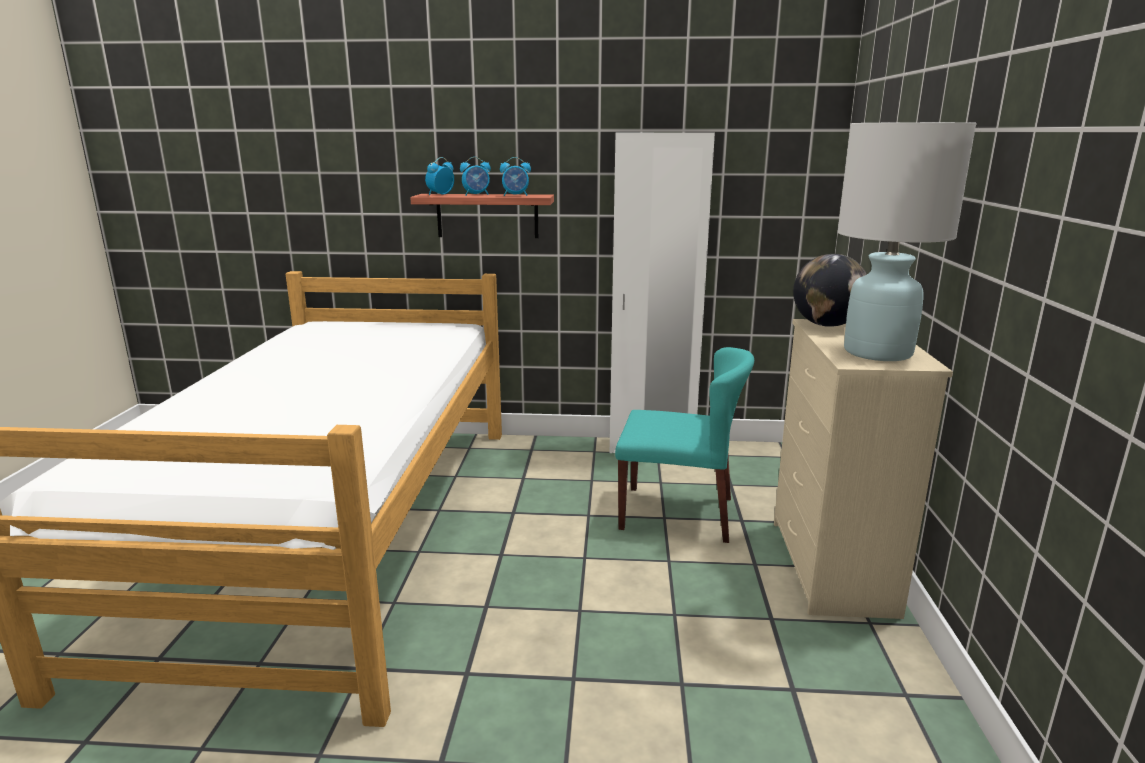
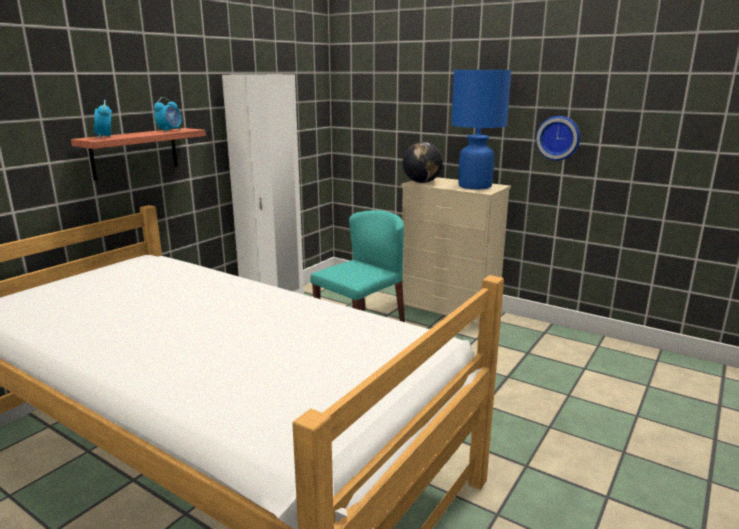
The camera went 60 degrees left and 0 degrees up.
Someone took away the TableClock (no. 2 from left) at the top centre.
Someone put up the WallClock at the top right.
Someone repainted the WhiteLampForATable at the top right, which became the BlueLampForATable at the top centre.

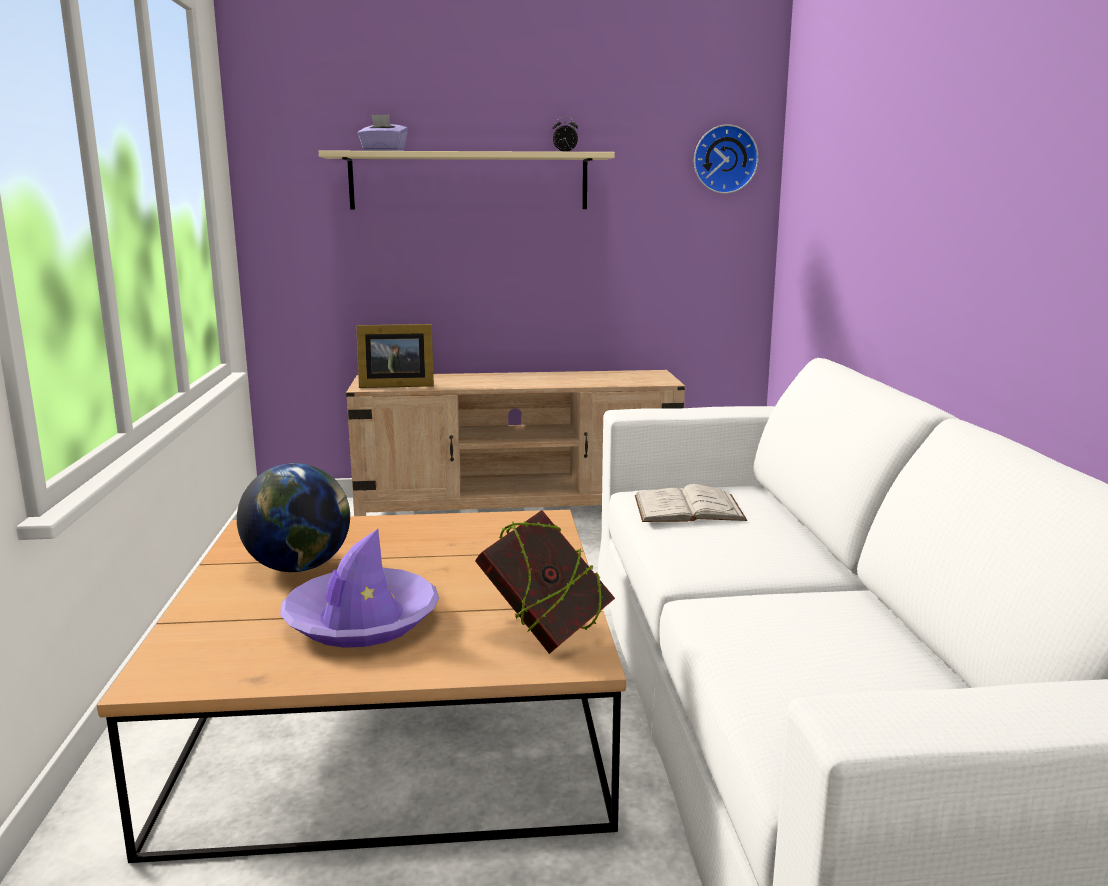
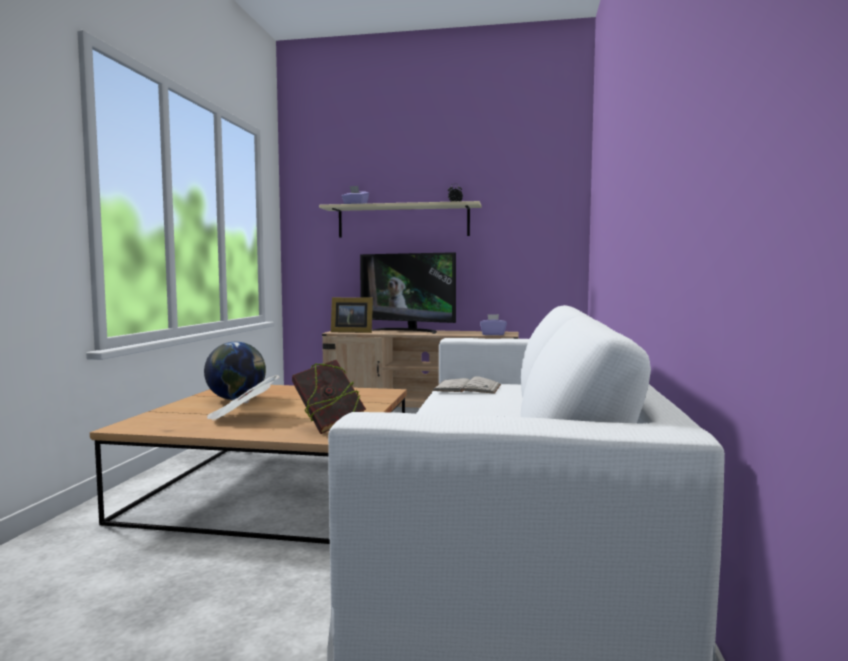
The camera went 15 degrees right and 10 degrees down.
Someone took away the WallClock at the top centre.
Someone put down the Television at the centre.
Someone put down the PurpleColouredTissueHolder (no. 2 from left) at the centre.
Someone swapped the PurpleColouredClothingHat at the middle left for the Newspaper at the middle left.

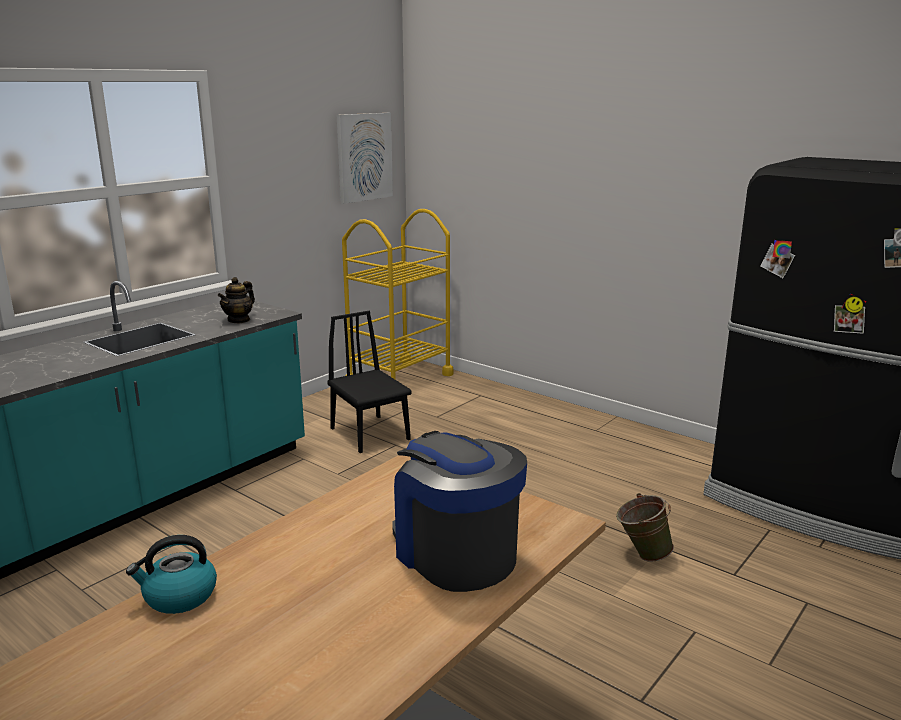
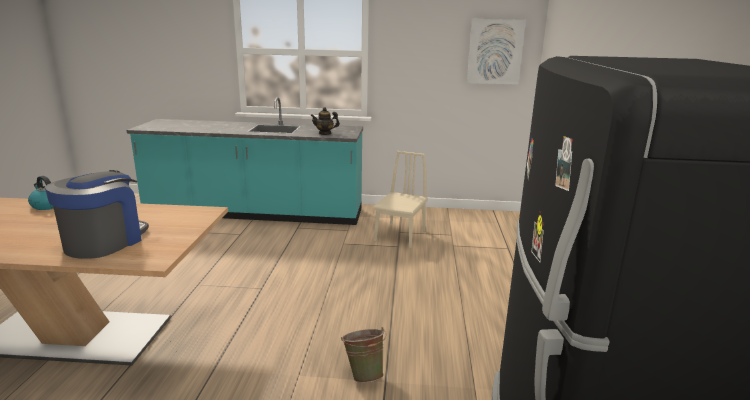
The camera went 55 degrees right and 0 degrees up.
Someone took away the YellowishCart at the centre.
Someone repainted the BlackColouredChair at the centre, which became the BeigeChair at the centre.

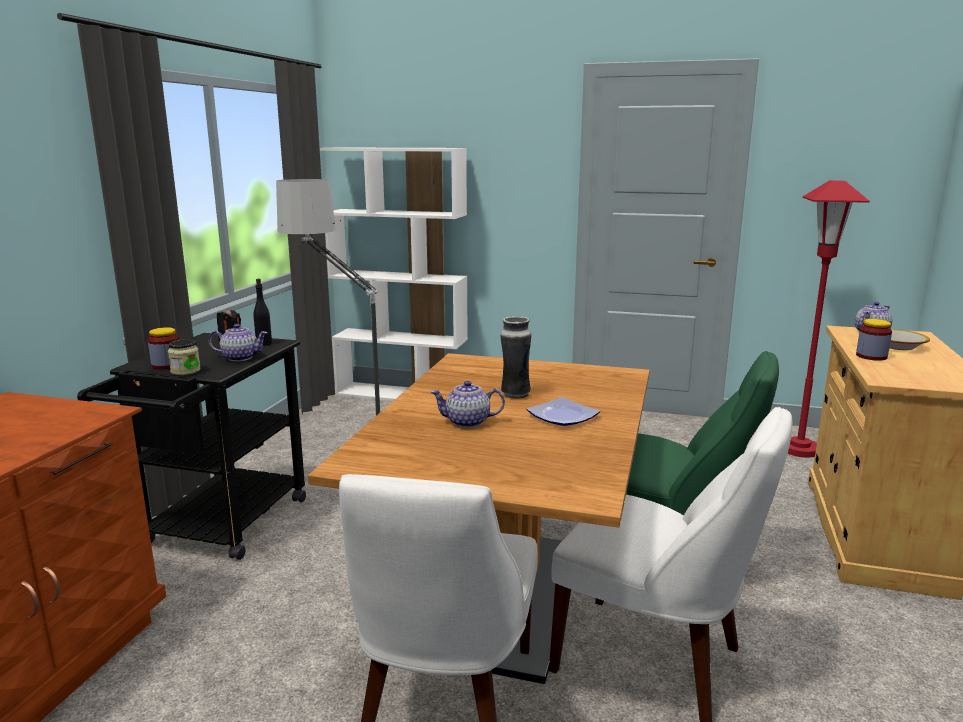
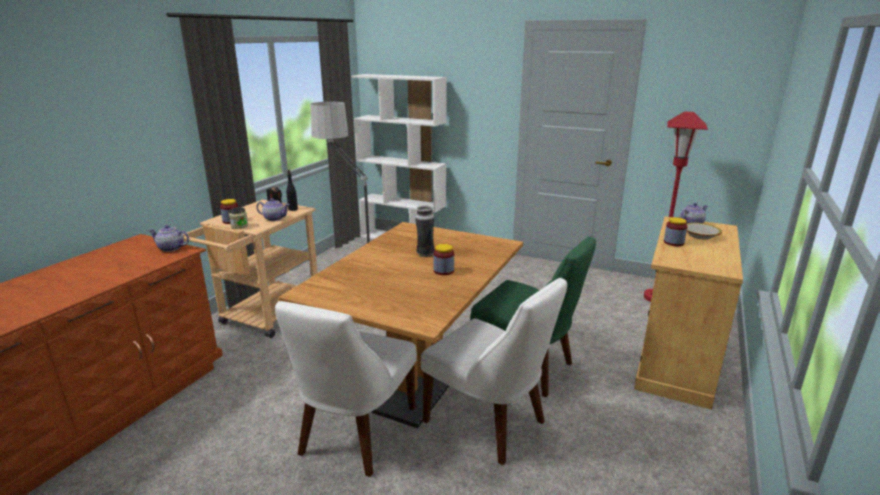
The camera went 10 degrees right and 5 degrees up.
Someone carried the TeaPot (no. 2 from left in the first image) from the centre to the middle left.
Someone swapped the DinnerPlate at the centre for the StorageJar (no. 3 from left) at the centre.
Someone repainted the BlackColouredCart at the middle left, which became the BeigeCart at the middle left.

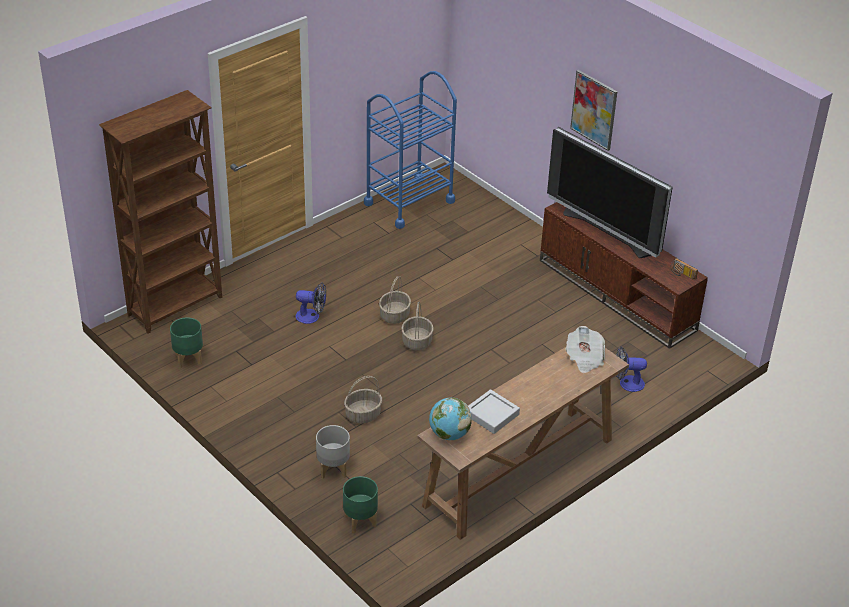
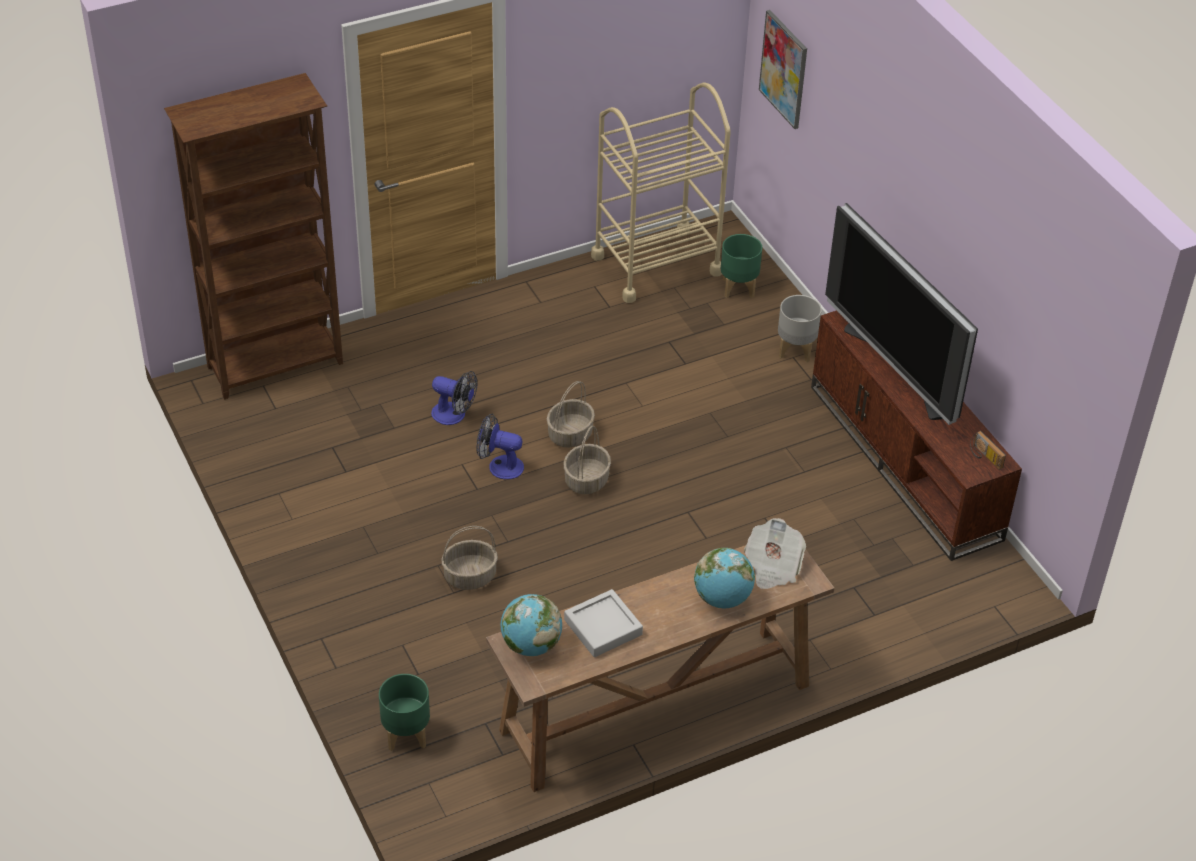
The camera went 15 degrees right and 5 degrees up.
Someone put down the WorldGlobe (no. 2 from left) at the bottom centre.
Someone carried the GreenishPlanter (no. 1 from left in the first image) from the middle left to the top centre.
Someone carried the GreyishPlanter from the bottom centre to the middle right.
Someone carried the Picture from the top right to the top centre.
Someone carried the CoolingFan (no. 2 from left) from the middle right to the centre.
Someone repainted the BlueCart at the top centre, which became the BeigeCart at the top centre.

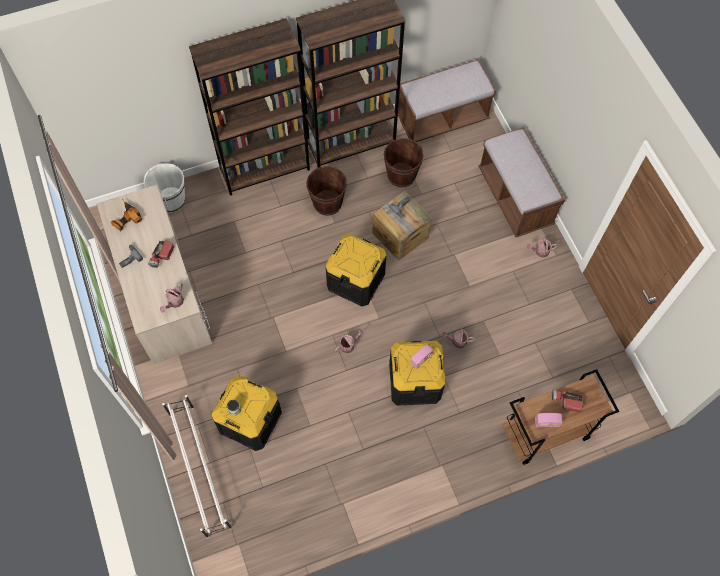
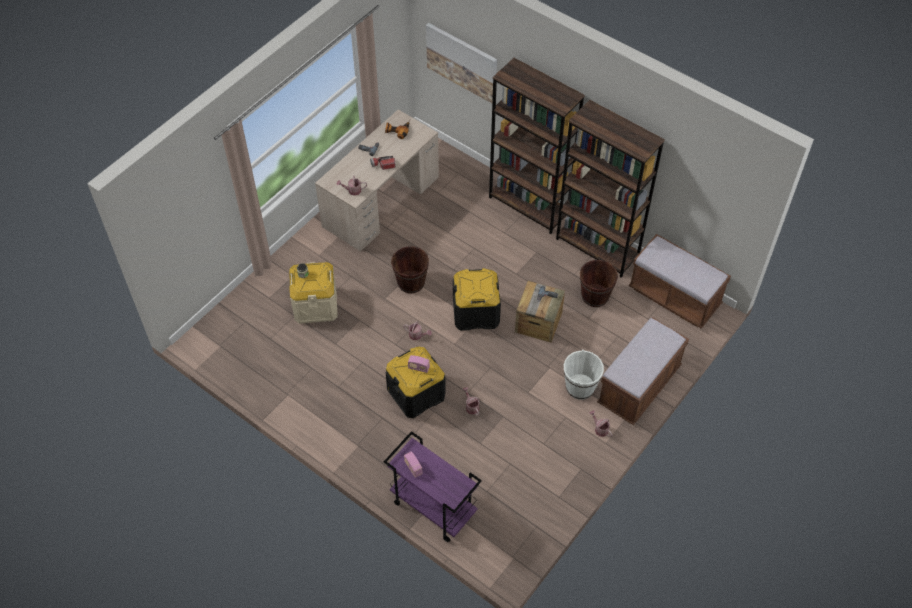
The camera went 60 degrees right and 10 degrees down.
Someone took away the WhiteShoeStand at the bottom left.
Someone took away the Flashlight (no. 2 from left) at the bottom right.
Someone put up the Picture at the top centre.
Someone carried the WhitePail from the top left to the centre.
Someone carried the BrownPail (no. 1 from left) from the top centre to the centre.
Someone repainted the BlackColouredStorageContainer (no. 1 from left) at the bottom centre, which became the BeigeStorageContainer at the centre.
Someone repainted the BrownCart at the bottom right, which became the PurpleColouredCart at the bottom centre.

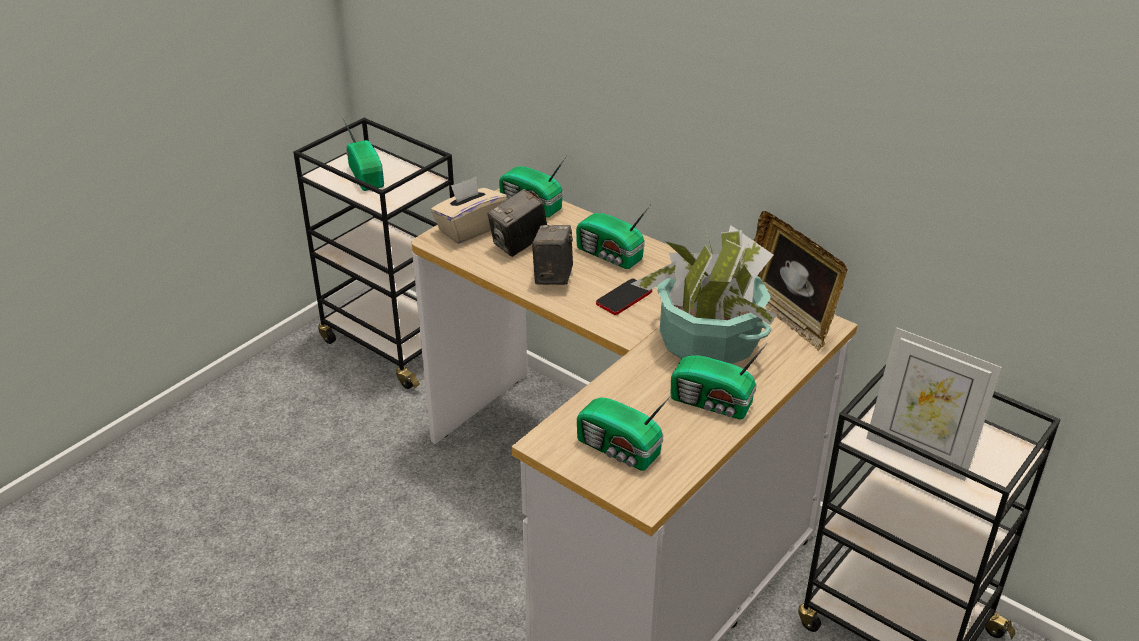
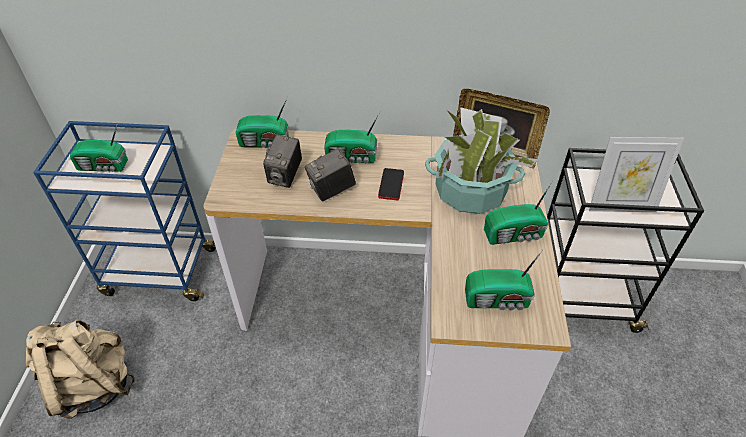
The camera went 35 degrees left and 10 degrees up.
Someone took away the BeigeTissueHolder at the top centre.
Someone put down the BeigeRucksack at the bottom left.
Someone repainted the BlackColouredCart (no. 1 from left) at the middle left, which became the BlueCart at the middle left.
Someone rotated the RadioSet (no. 1 from left) at the top left by 150 degrees clockwise.
Someone rotated the PhotoCamera (no. 2 from left) at the centre by 90 degrees counterclockwise.

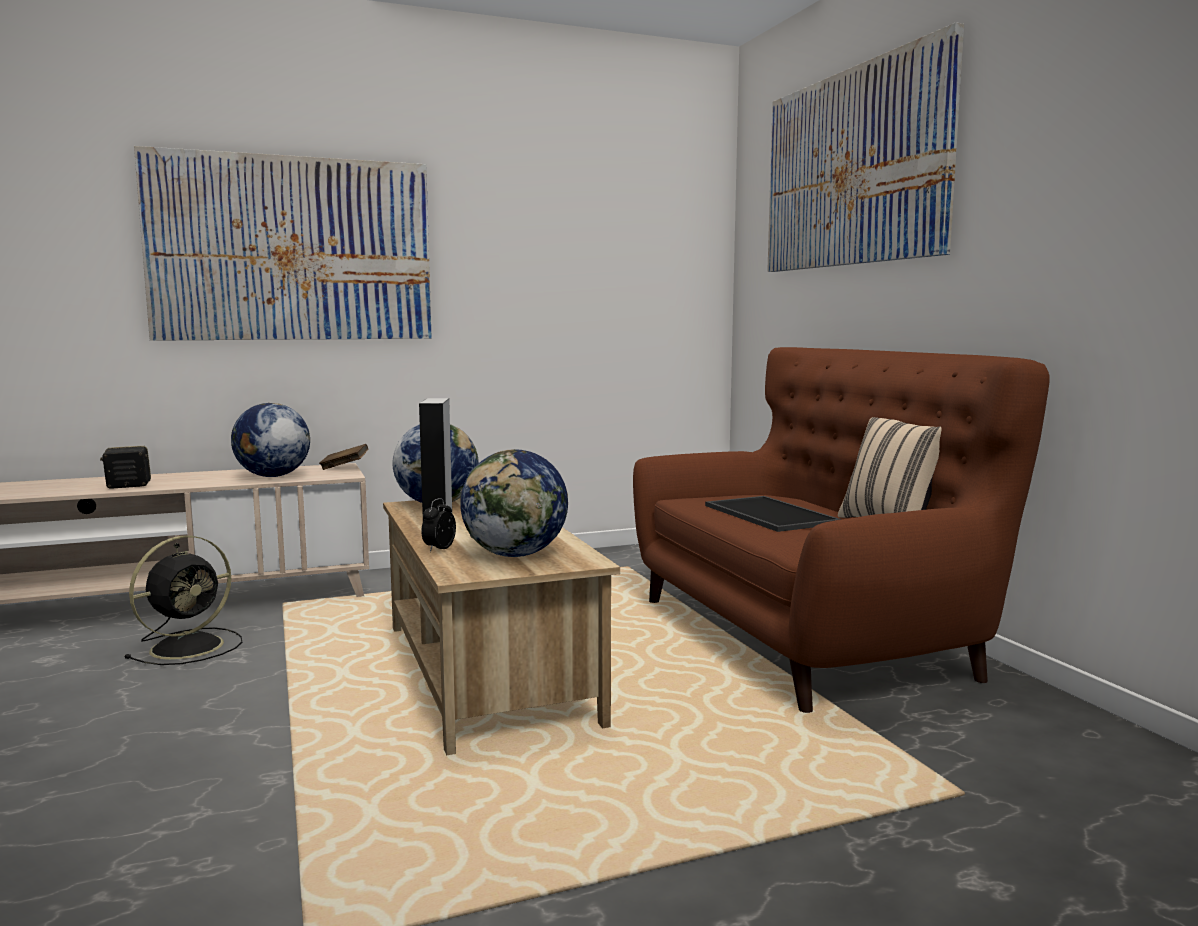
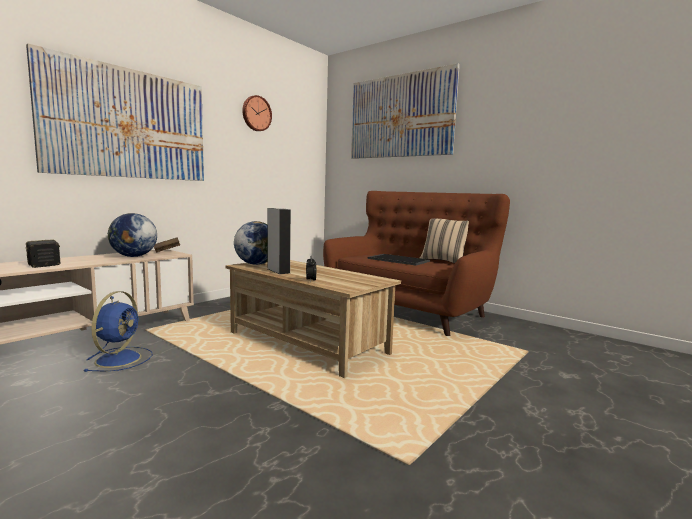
The camera went 30 degrees left and 0 degrees up.
Someone took away the WorldGlobe (no. 3 from left) at the centre.
Someone put up the WallClock at the top centre.
Someone repainted the BlackColouredCoolingFan at the middle left, which became the BlueCoolingFan at the middle left.

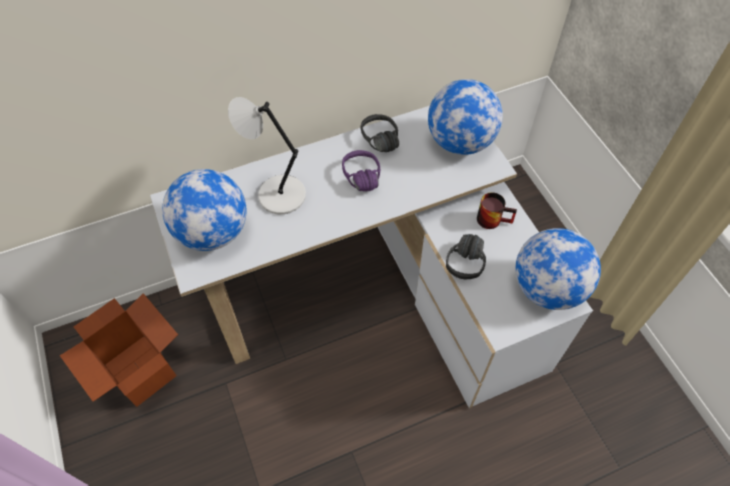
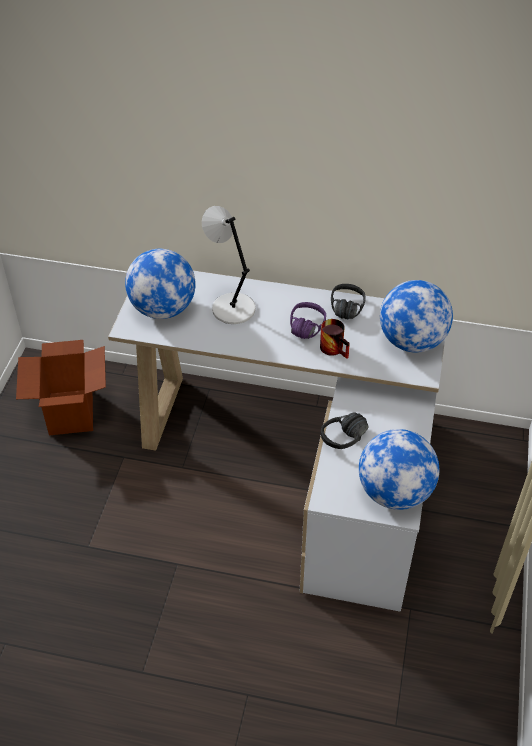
The camera went 35 degrees right and 10 degrees down.
Someone carried the CoffeeMug from the middle right to the centre.

